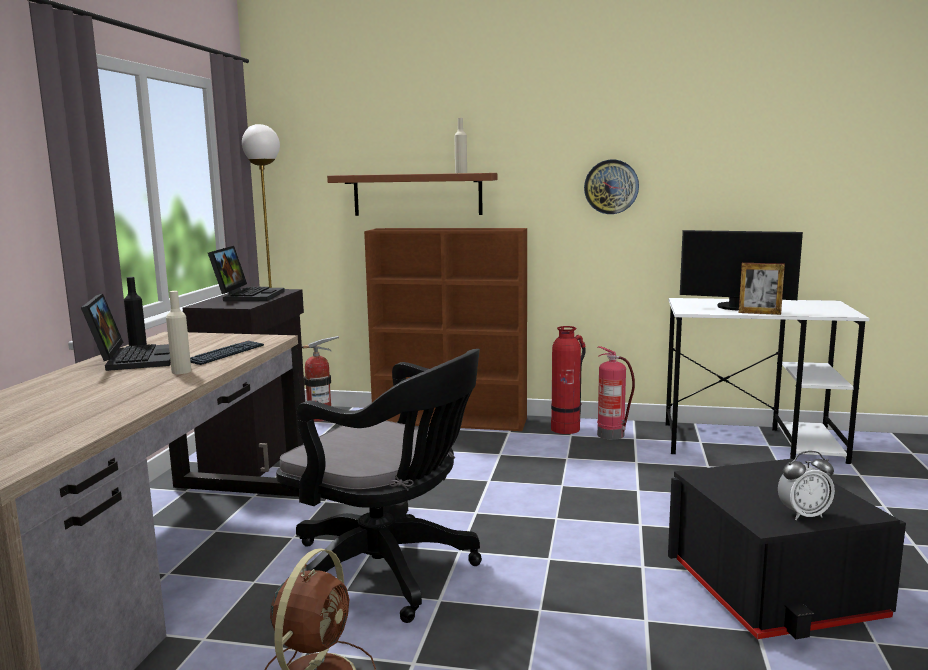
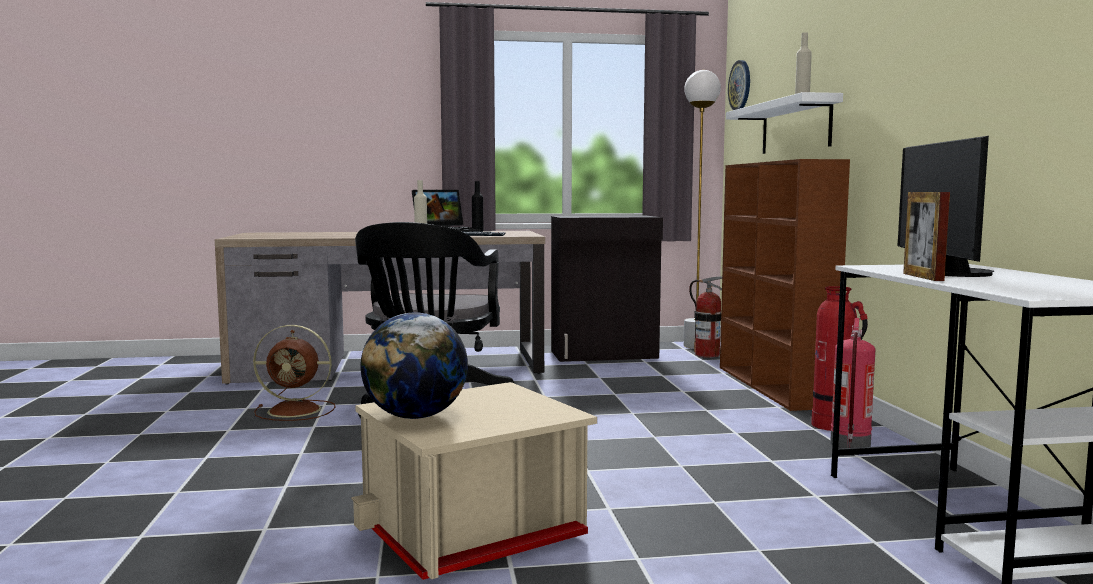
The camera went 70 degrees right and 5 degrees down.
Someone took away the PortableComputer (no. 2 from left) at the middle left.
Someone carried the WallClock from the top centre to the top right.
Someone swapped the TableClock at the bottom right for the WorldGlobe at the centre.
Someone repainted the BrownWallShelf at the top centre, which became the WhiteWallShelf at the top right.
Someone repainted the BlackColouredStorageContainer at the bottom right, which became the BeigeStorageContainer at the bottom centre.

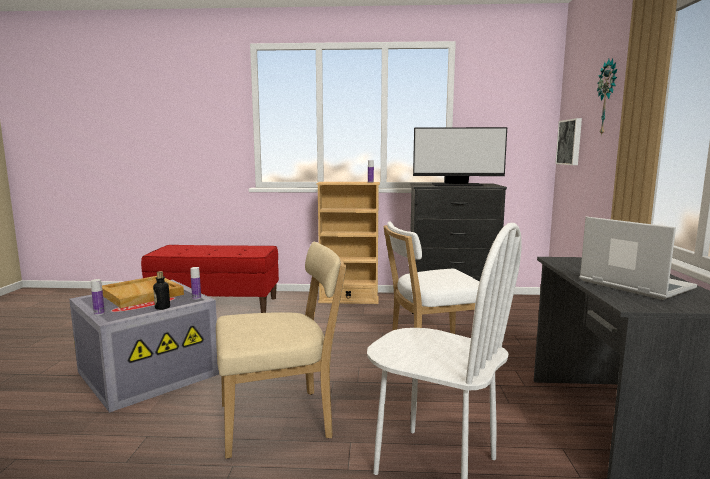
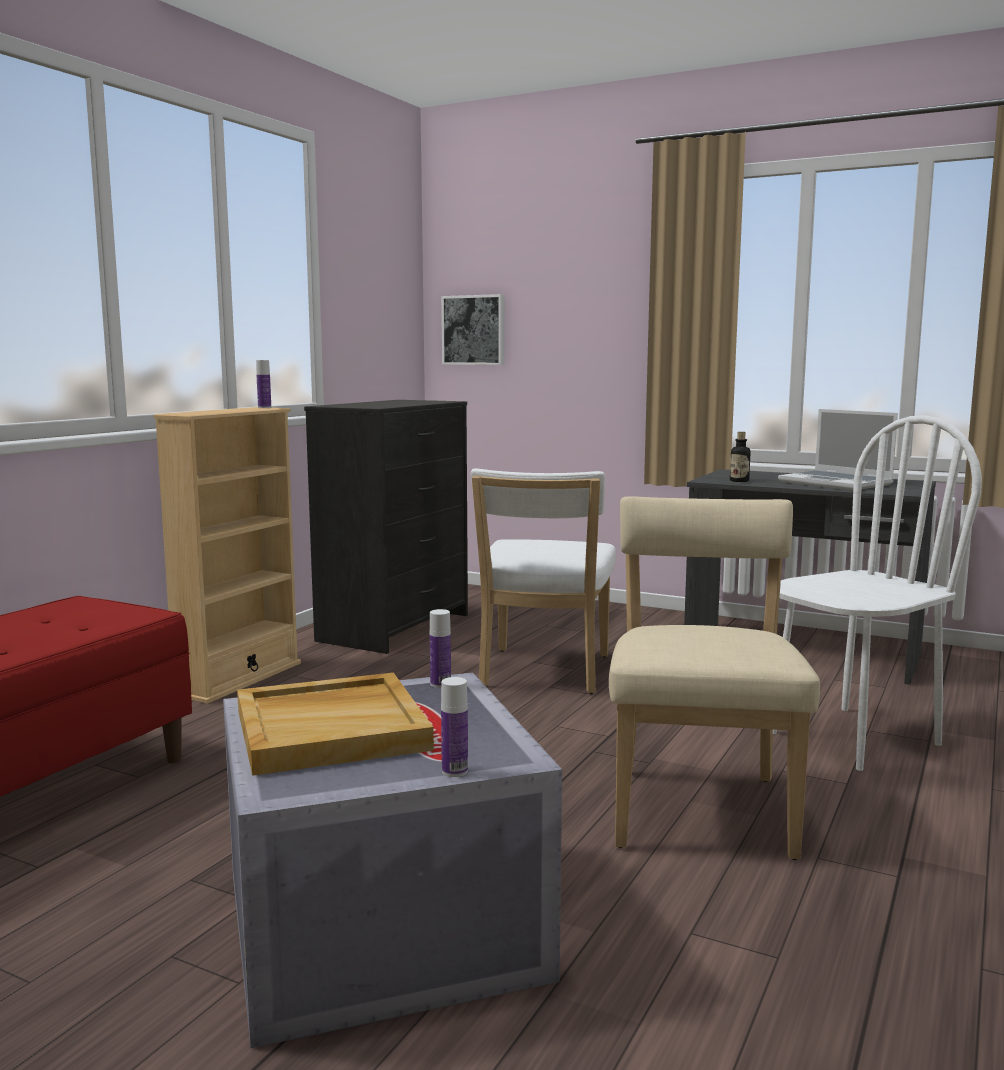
The camera went 65 degrees left and 0 degrees up.
Someone took away the ComputerDisplay at the top centre.
Someone took away the WallClock at the top right.
Someone carried the Bottle (no. 2 from left in the first image) from the middle left to the middle right.
Someone rotated the PortableComputer at the middle right by 120 degrees counterclockwise.

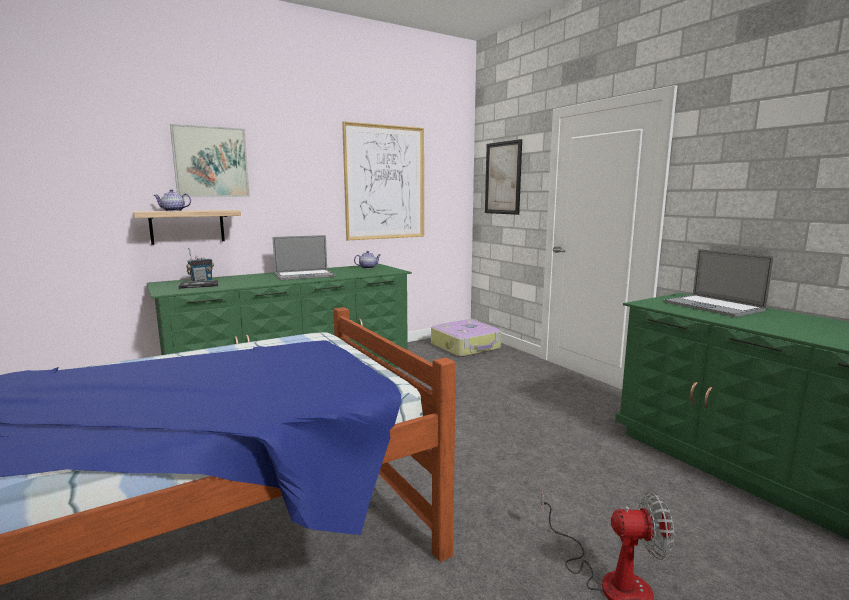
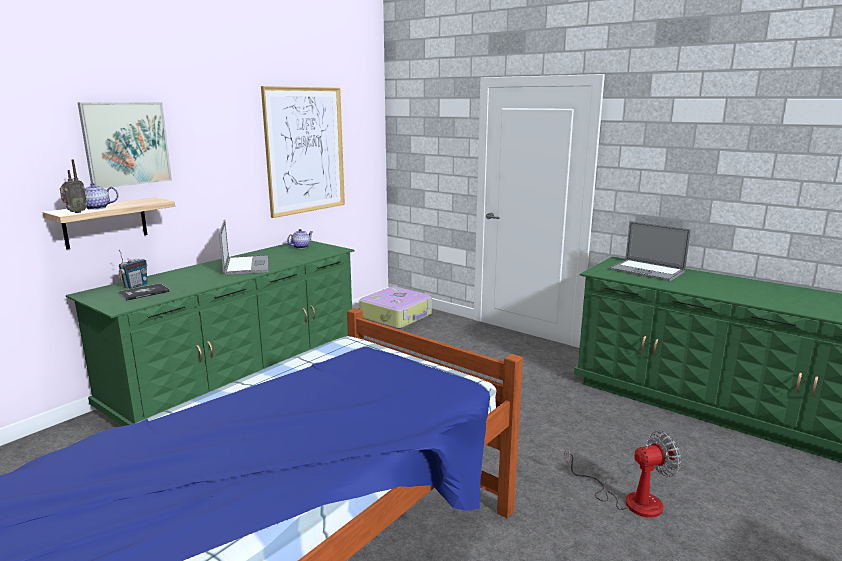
The camera went 20 degrees left and 5 degrees up.
Someone took away the Picture (no. 3 from left) at the top centre.
Someone put down the RadioSet (no. 1 from left) at the top left.
Someone rotated the PortableComputer (no. 1 from left) at the centre by 60 degrees counterclockwise.

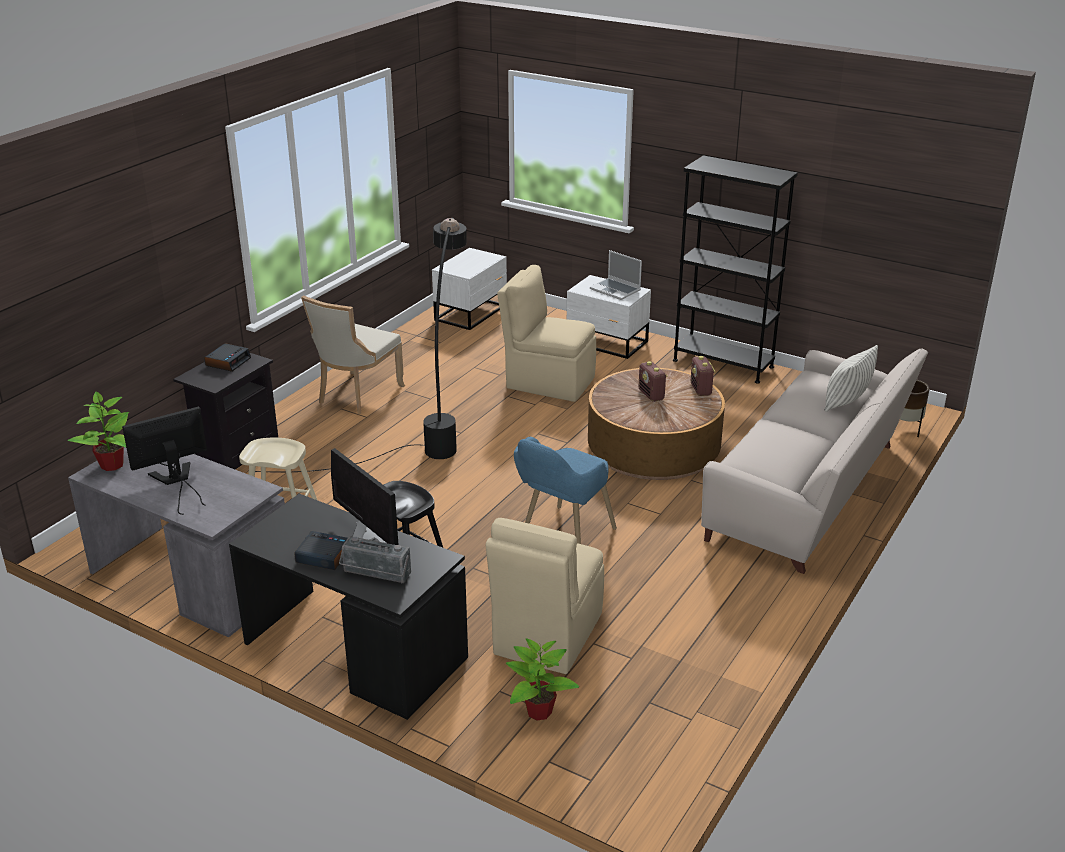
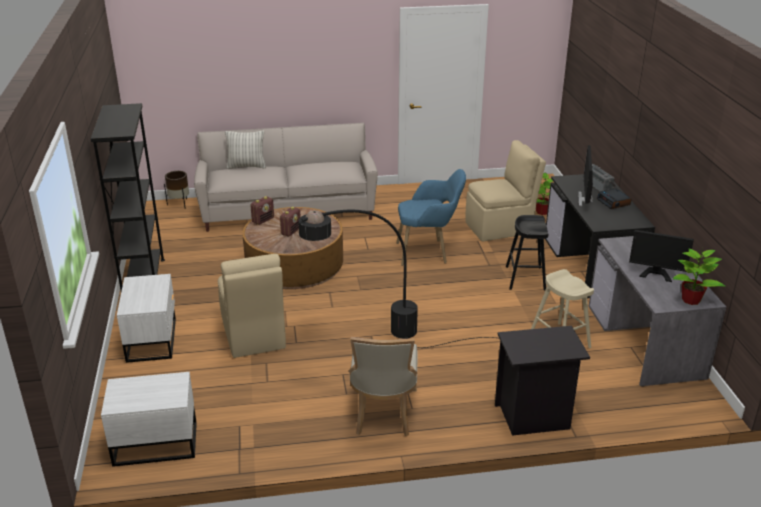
The camera went 130 degrees left and 0 degrees up.
Someone took away the TableClock (no. 1 from left) at the middle left.
Someone took away the PortableComputer at the top centre.
Someone rotated the BeigeChair (no. 1 from left in the first image) at the middle left by 105 degrees clockwise.

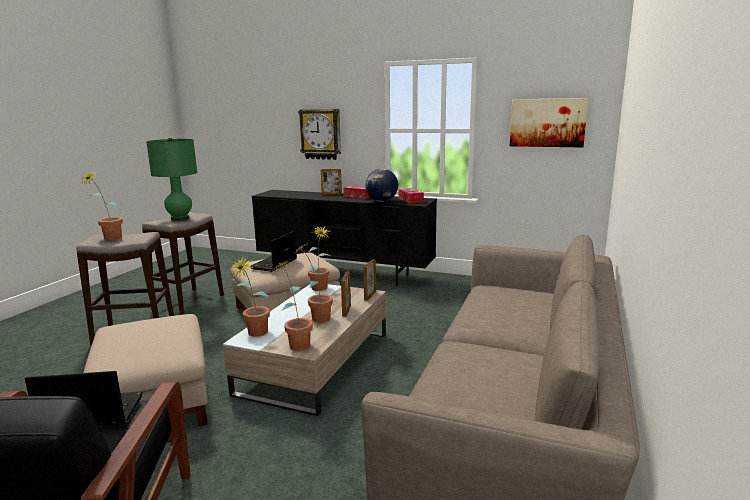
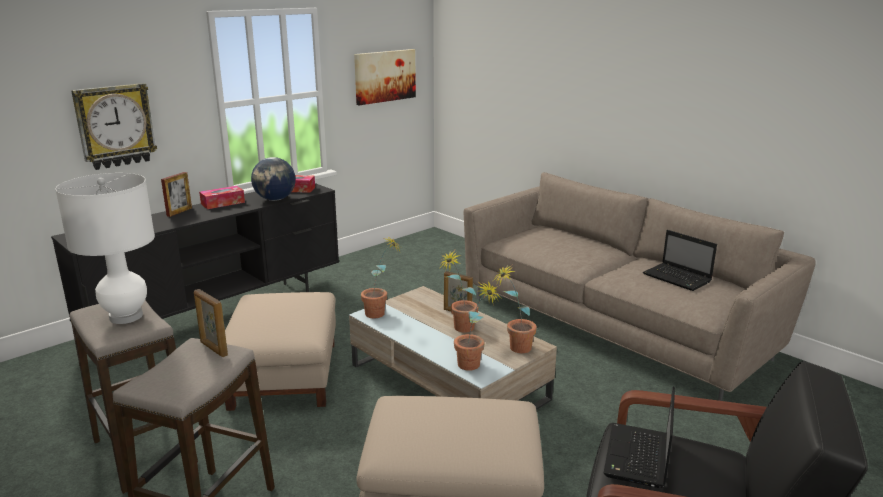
The camera went 65 degrees left and 5 degrees up.
Someone took away the PlantInAPot (no. 1 from left) at the middle left.
Someone carried the PortableComputer (no. 2 from left) from the centre to the middle right.
Someone carried the PhotoFrame (no. 3 from left in the first image) from the centre to the middle left.
Someone repainted the GreenishLampForATable at the middle left, which became the WhiteLampForATable at the middle left.

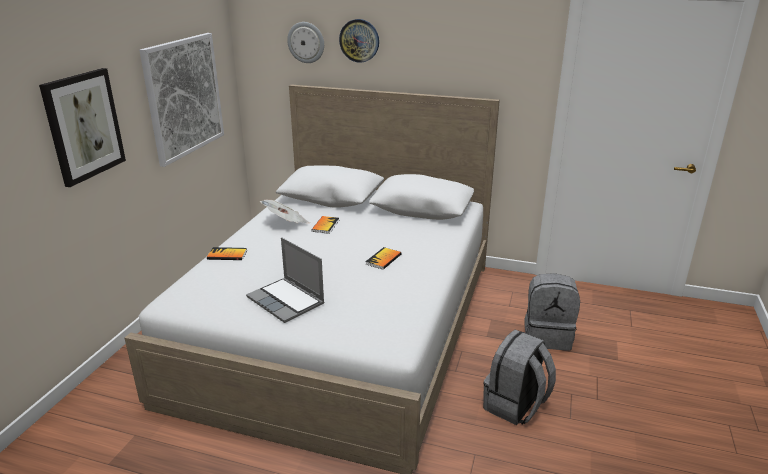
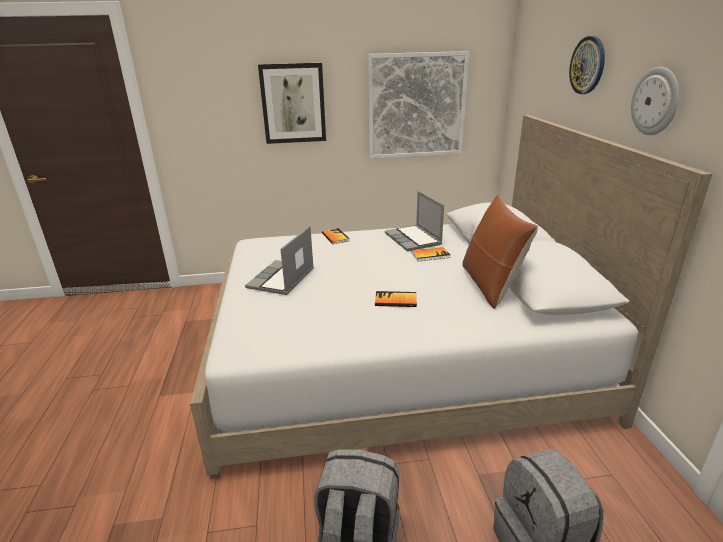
The camera went 65 degrees right and 0 degrees up.
Someone put down the BrownCushion at the middle right.
Someone carried the WallClock (no. 1 from left in the first image) from the top centre to the top right.
Someone swapped the Newspaper at the centre for the PortableComputer (no. 2 from left) at the centre.

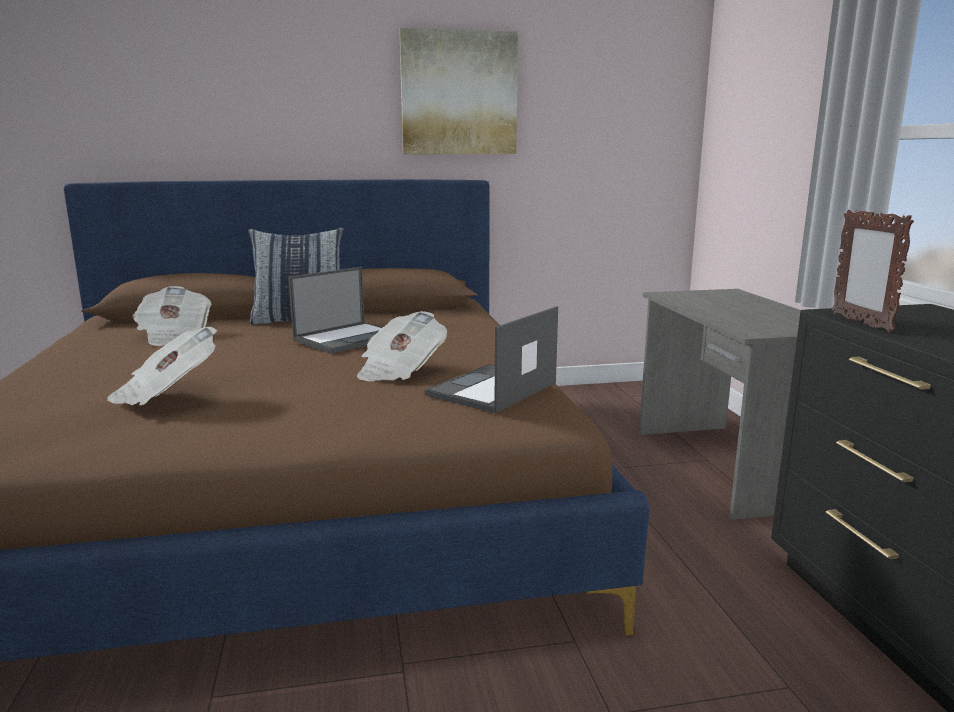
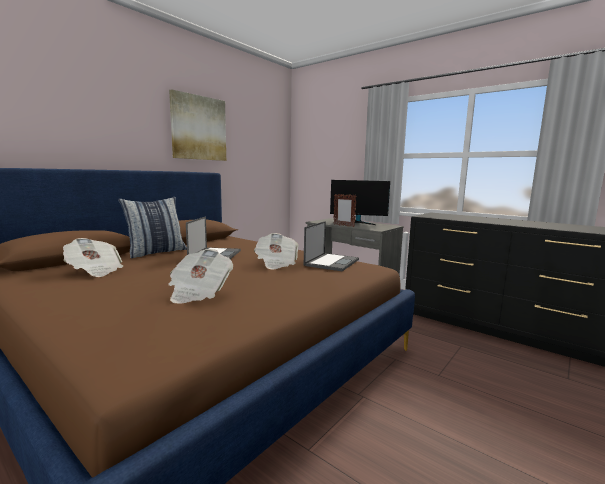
The camera went 40 degrees left and 5 degrees down.
Someone put down the ComputerDisplay at the centre.
Someone carried the PhotoFrame from the middle right to the centre.
Someone rotated the PortableComputer (no. 2 from left) at the centre by 150 degrees counterclockwise.

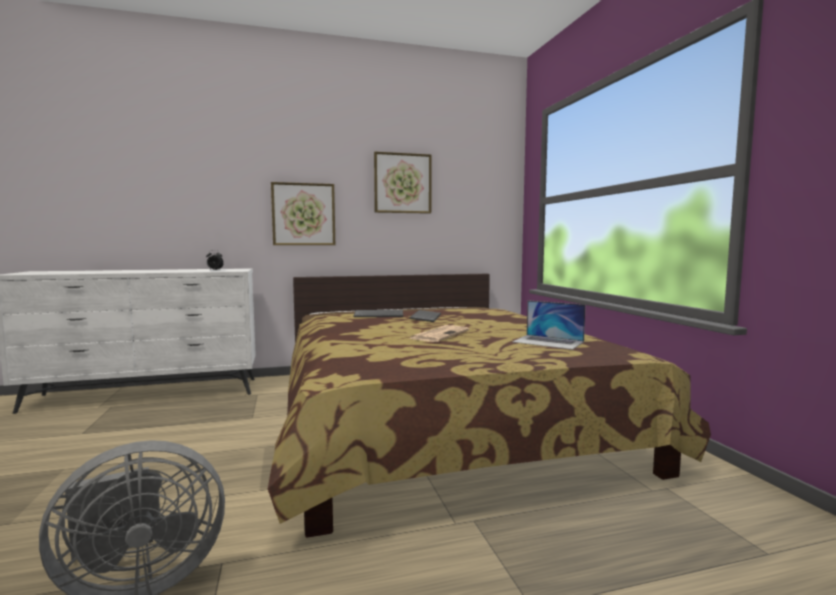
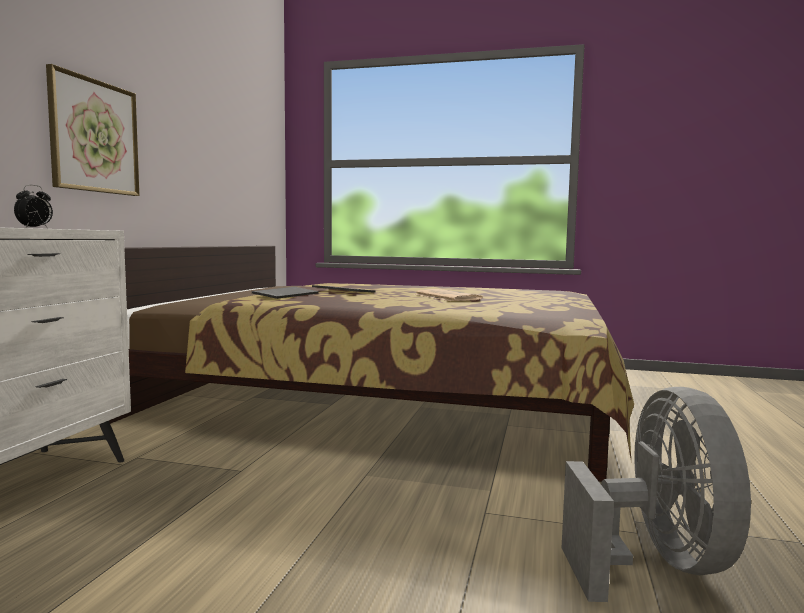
The camera went 60 degrees left and 0 degrees up.
Someone took away the Picture (no. 2 from left) at the top centre.
Someone took away the PortableComputer at the centre.

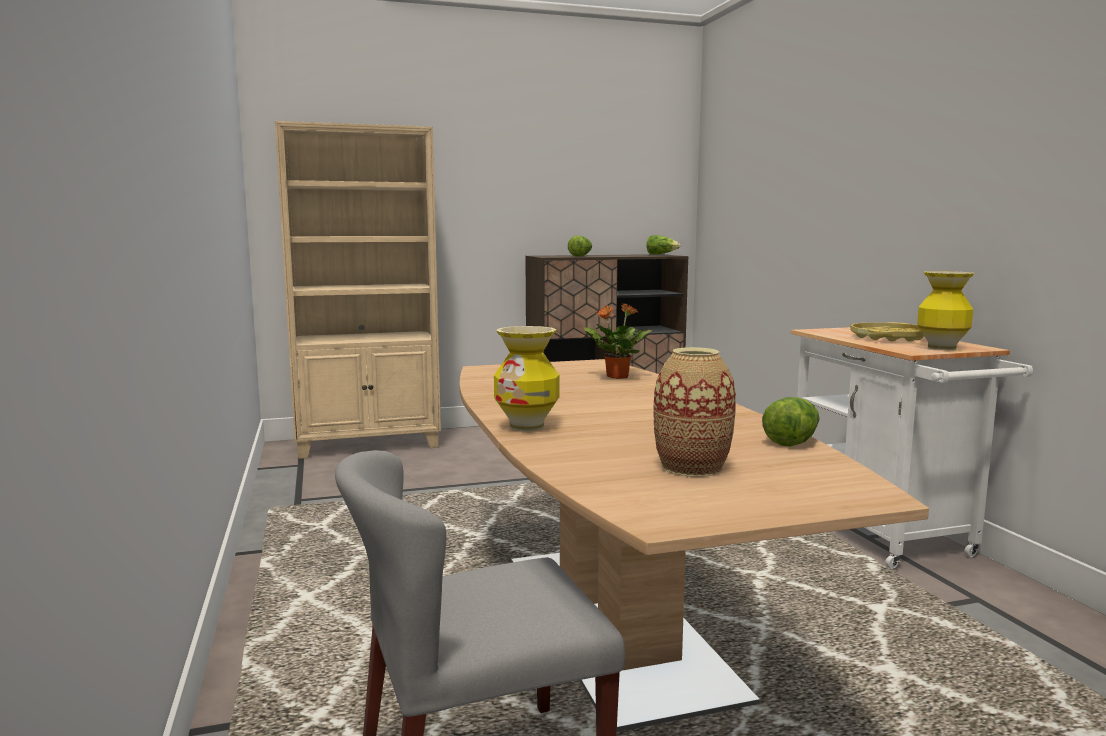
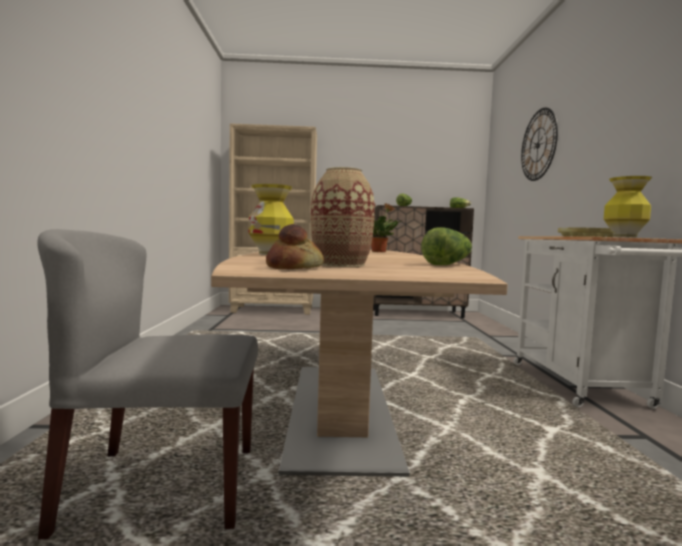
The camera went 15 degrees right and 5 degrees down.
Someone put down the BakedBread at the centre.
Someone put up the WallClock at the top right.

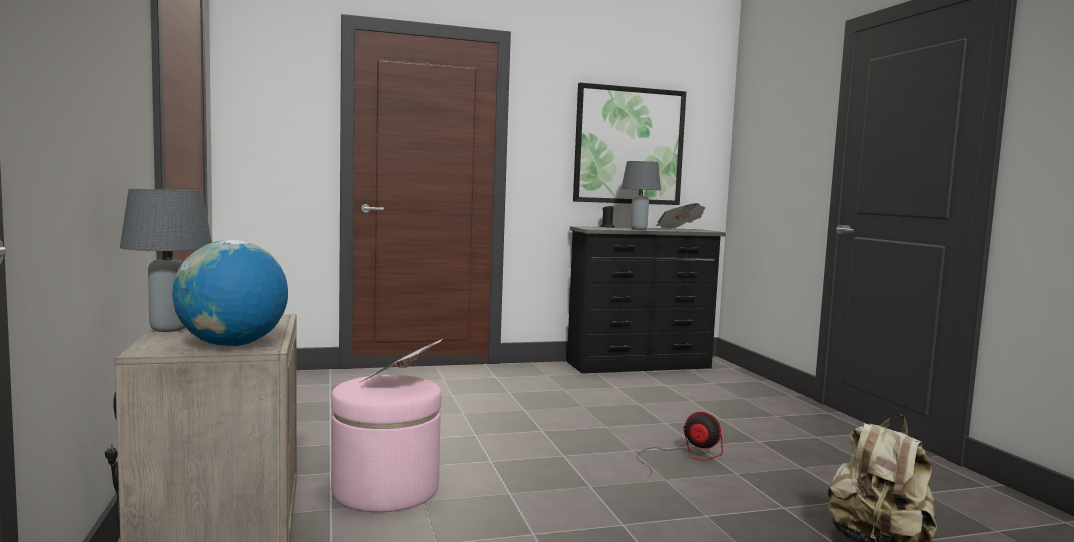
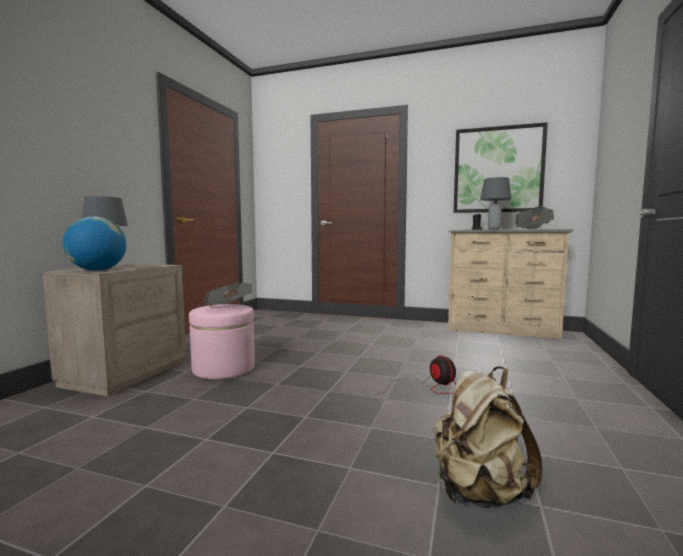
The camera went 35 degrees right and 0 degrees up.
Someone repainted the BlackColouredDrawerChest at the centre, which became the BeigeDrawerChest at the middle right.

